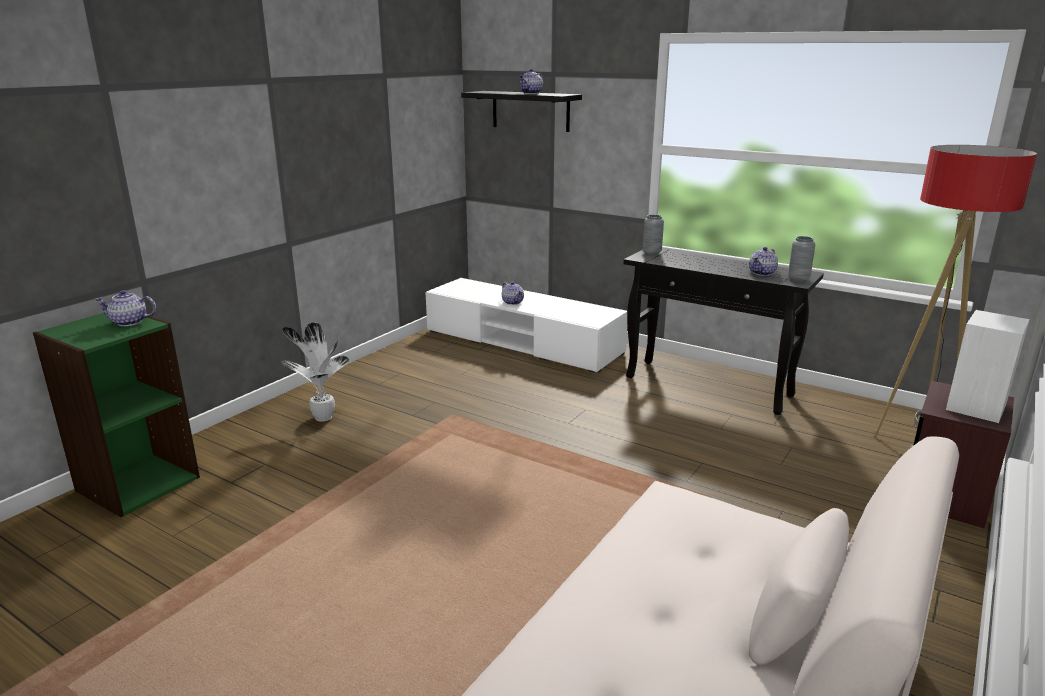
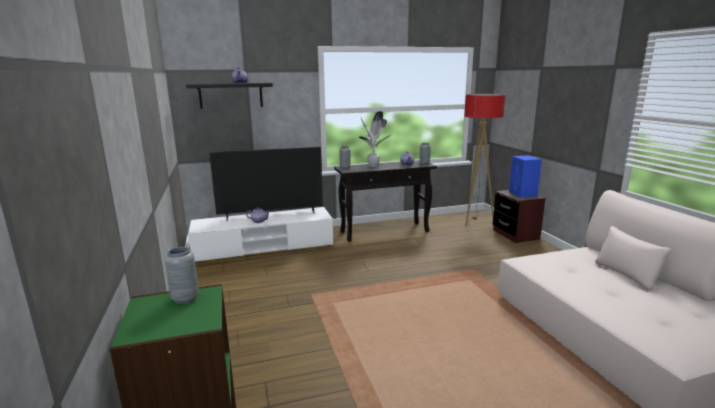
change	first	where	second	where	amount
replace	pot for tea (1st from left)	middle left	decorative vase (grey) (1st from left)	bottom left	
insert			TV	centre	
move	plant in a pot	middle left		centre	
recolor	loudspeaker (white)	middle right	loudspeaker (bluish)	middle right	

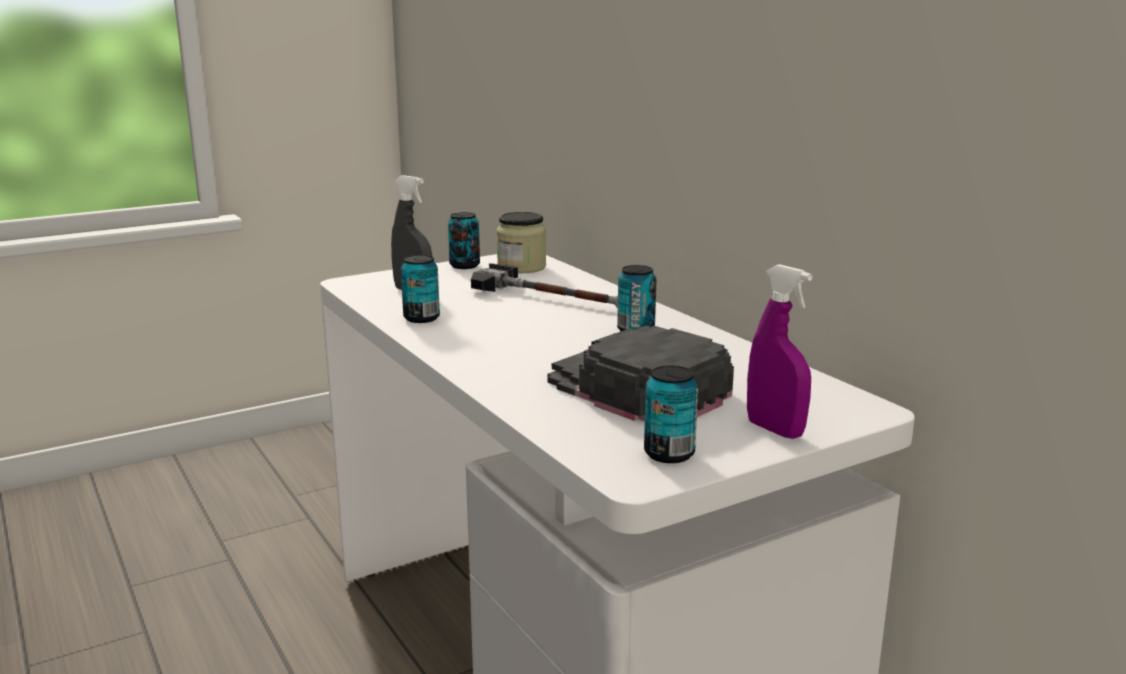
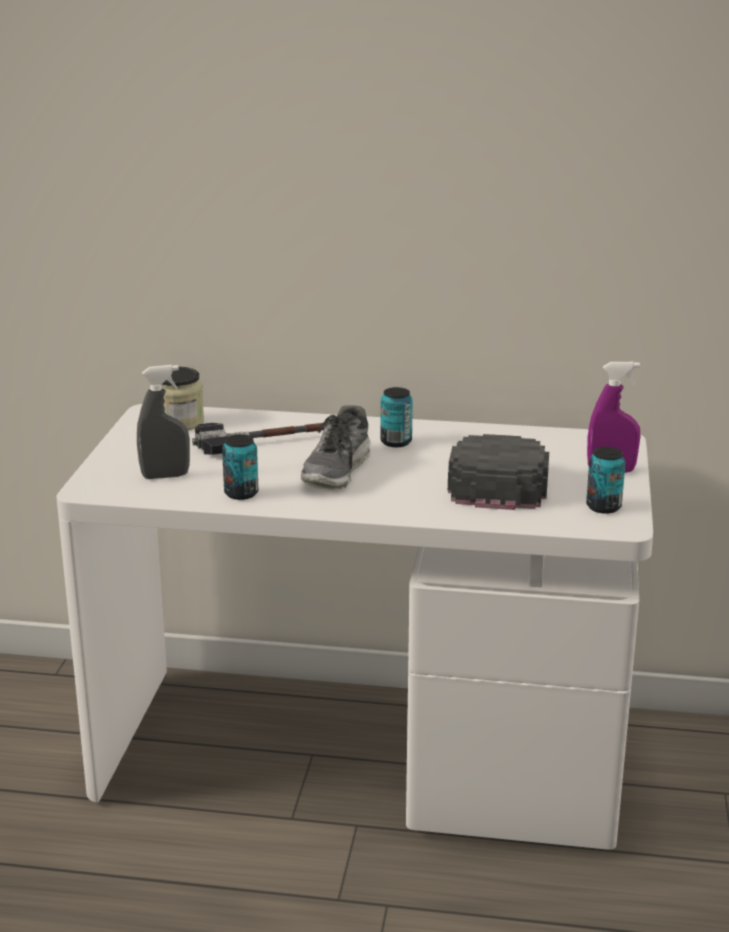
change	first	where	second	where	amount
insert			low shoe	centre	
rotate	baseball cap (black-coloured)	centre		middle right	105 degrees clockwise
delete	metal can (2nd from left)	centre			

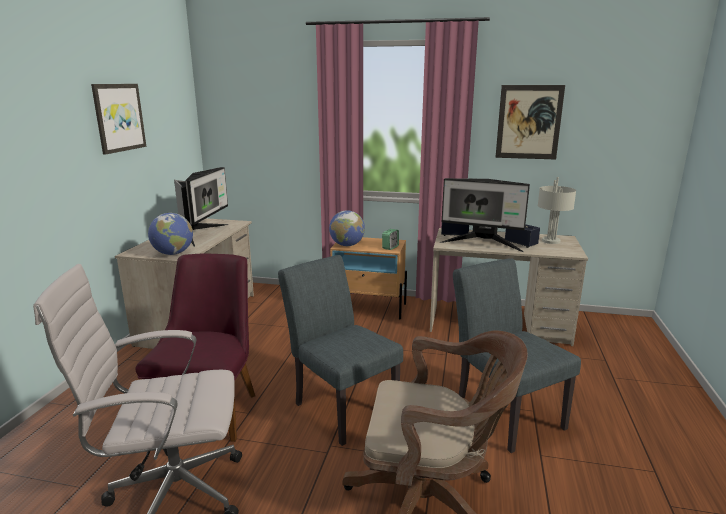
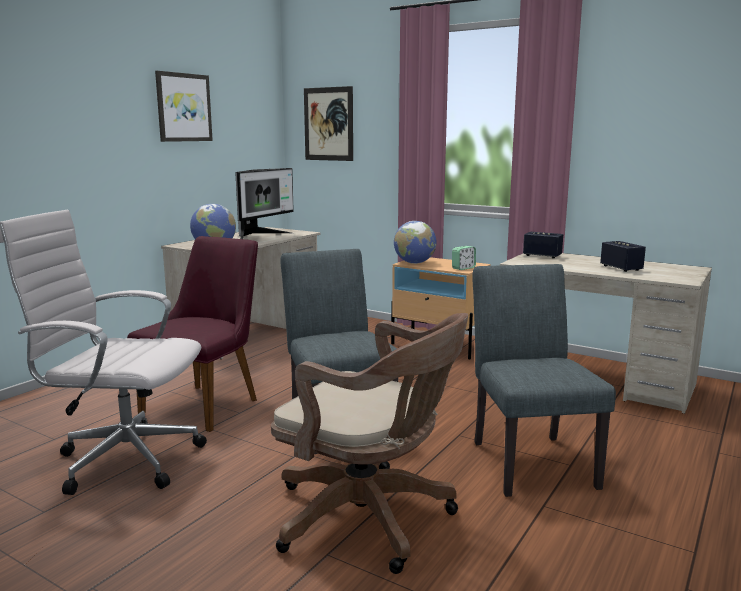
change	first	where	second	where	amount
move	picture (2nd from left)	top right		top centre	
delete	monitor (2nd from left)	middle right			
delete	lamp for a table (grey)	middle right			

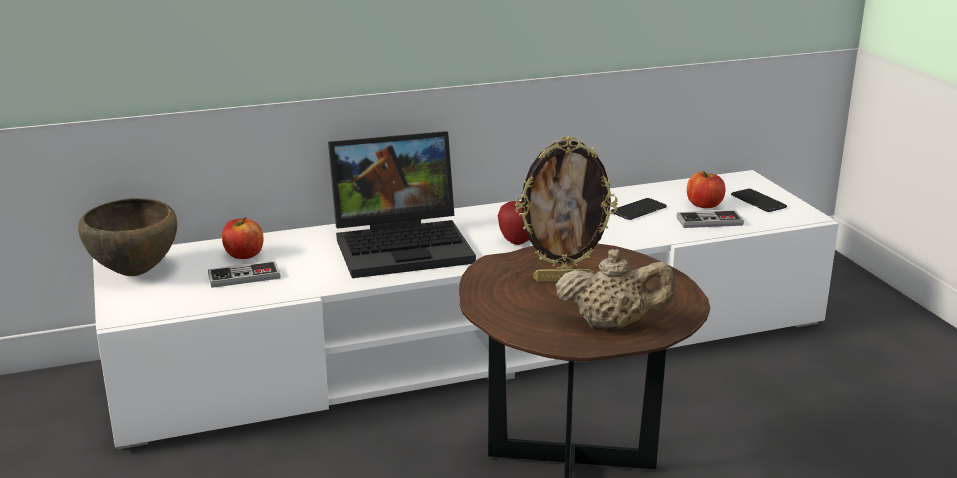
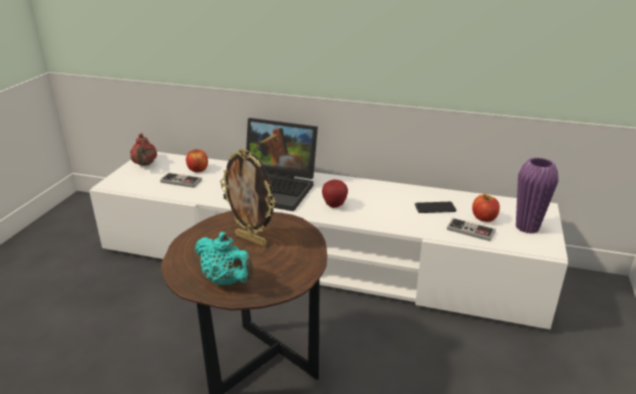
change	first	where	second	where	amount
replace	serving bowl (brownish)	middle left	pot for tea (red)	middle left	
recolor	pot for tea (sand-coloured)	centre	pot for tea (turquoise-coloured)	centre	
replace	phone (2nd from left)	middle right	decorative vase (purplish)	middle right	

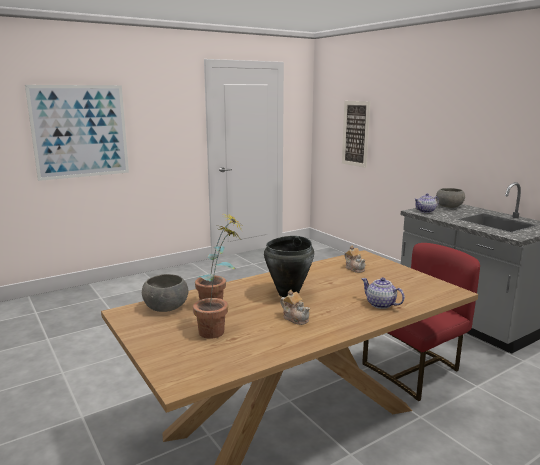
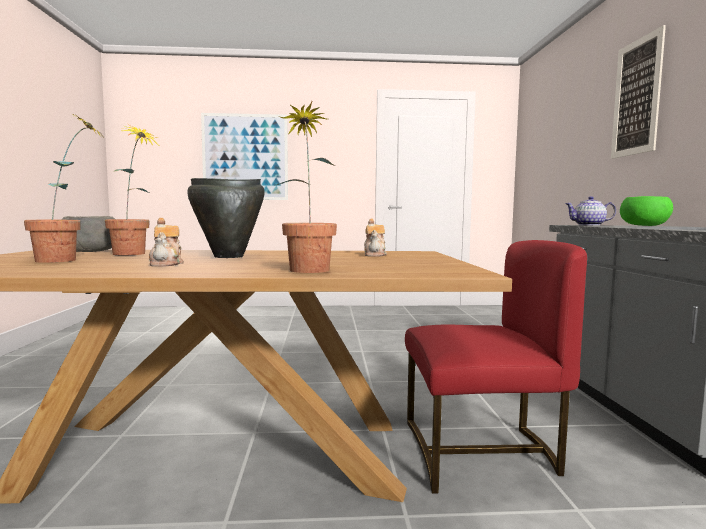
change	first	where	second	where	amount
replace	pot for tea (3rd from left)	middle right	plant in a pot (3rd from left)	centre	
move	picture (2nd from left)	top centre		top right	
recolor	serving bowl (grey) (2nd from left)	middle right	serving bowl (greenish)	middle right	

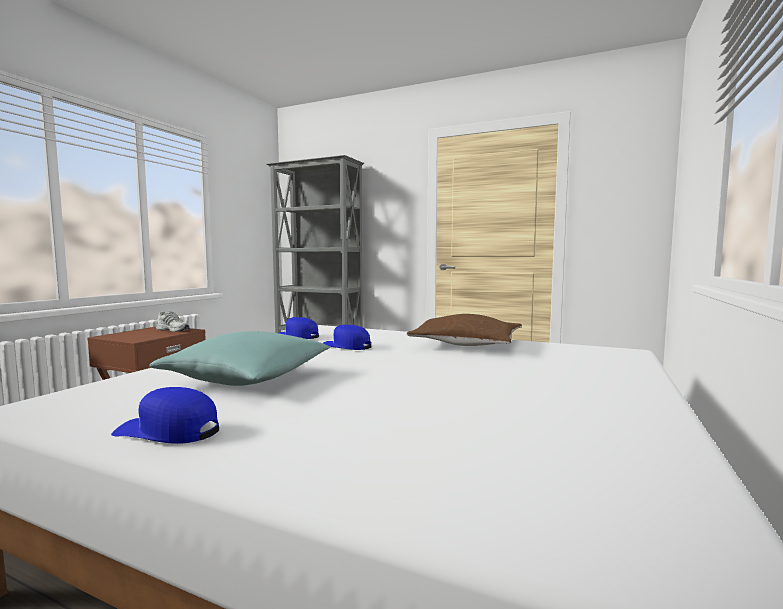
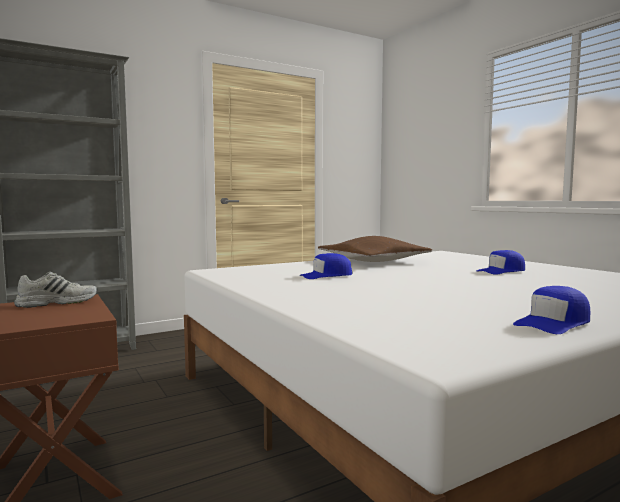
change	first	where	second	where	amount
move	baseball cap (bluish) (2nd from left)	centre		middle right	
delete	cushion (turquoise-coloured)	middle left			

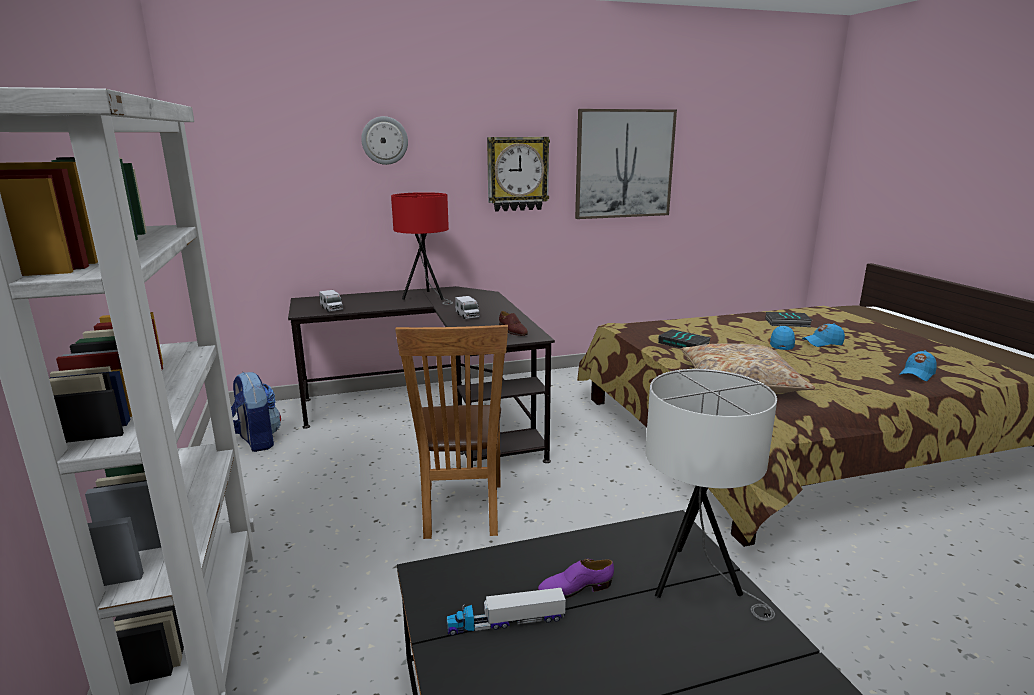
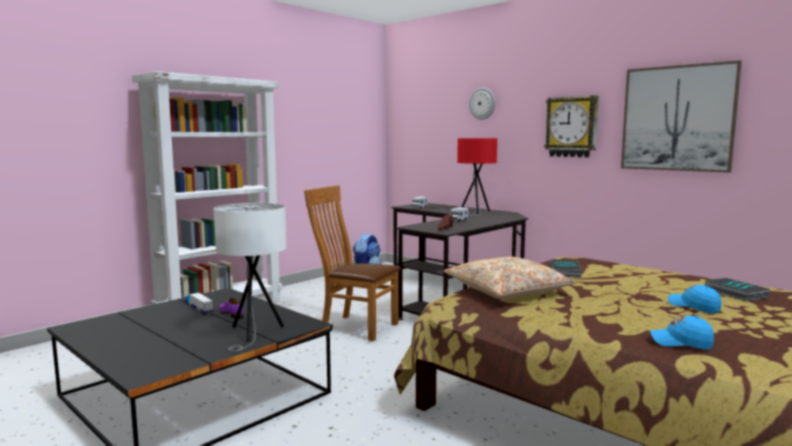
change	first	where	second	where	amount
rotate	chair (brownish)	centre		centre	60 degrees clockwise
delete	baseball cap (bluish) (1st from left)	middle right			

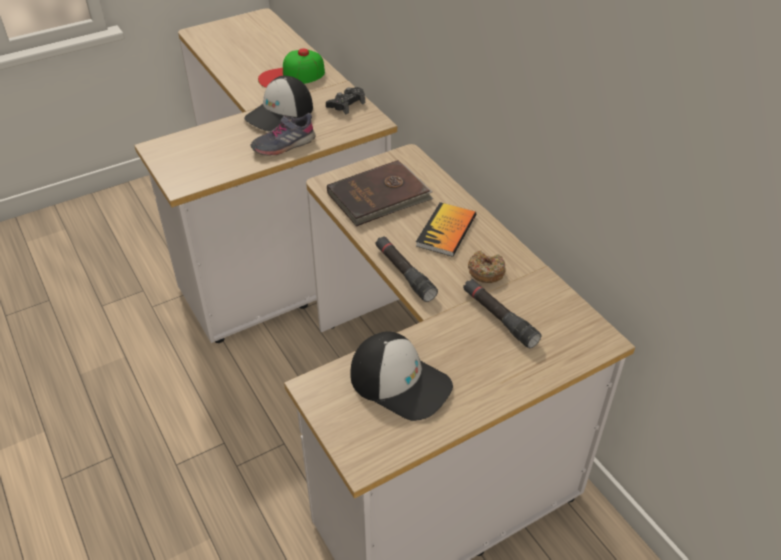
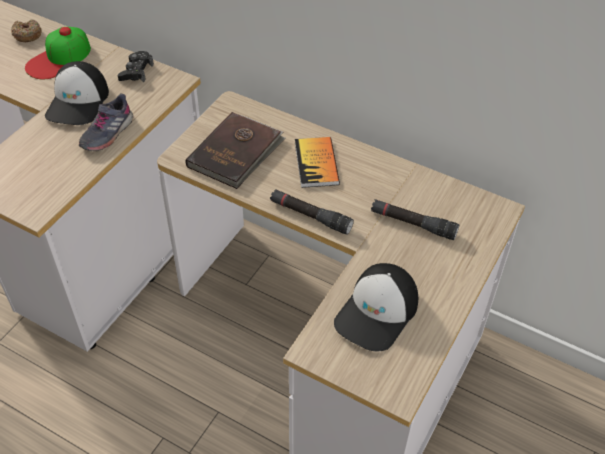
change	first	where	second	where	amount
move	donut	centre		top left	
rotate	baseball cap (3rd from left)	bottom centre		bottom centre	120 degrees clockwise

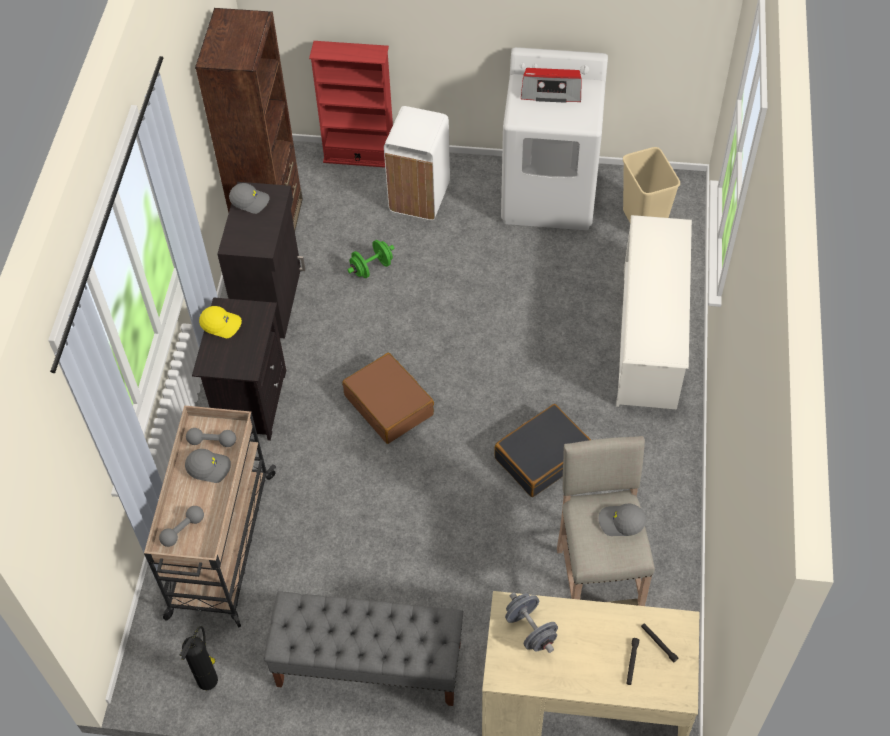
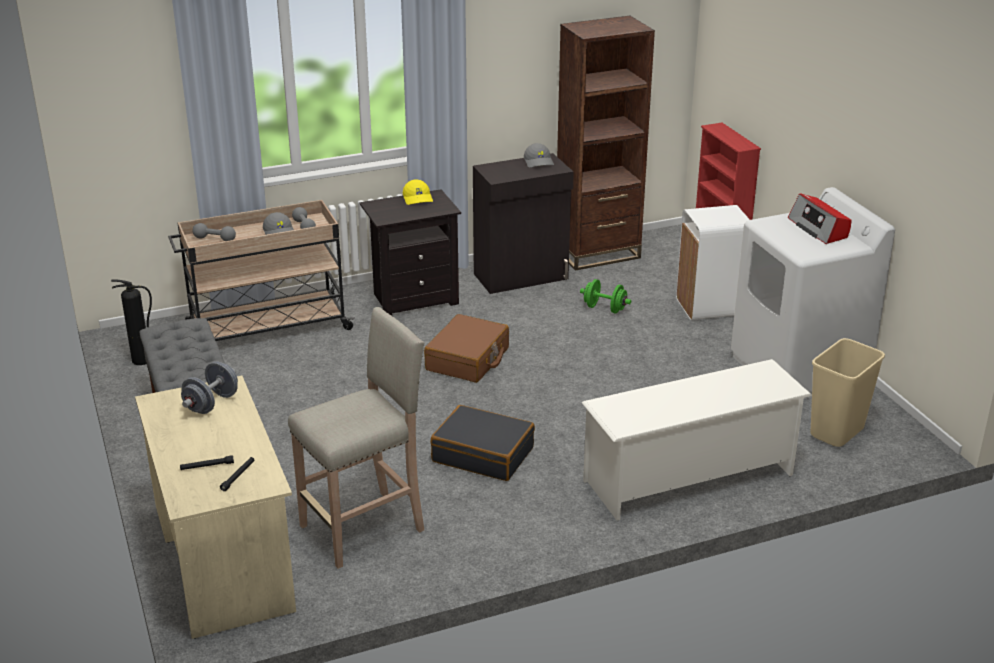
change	first	where	second	where	amount
delete	baseball cap (grey) (3rd from left)	bottom right			

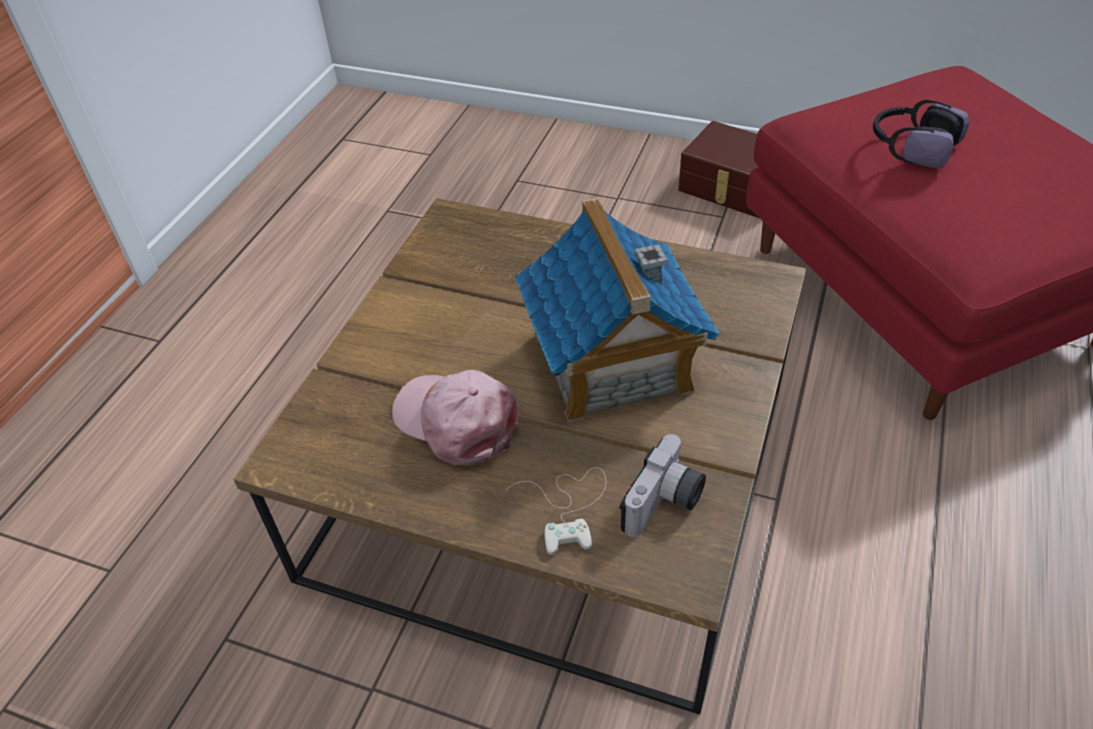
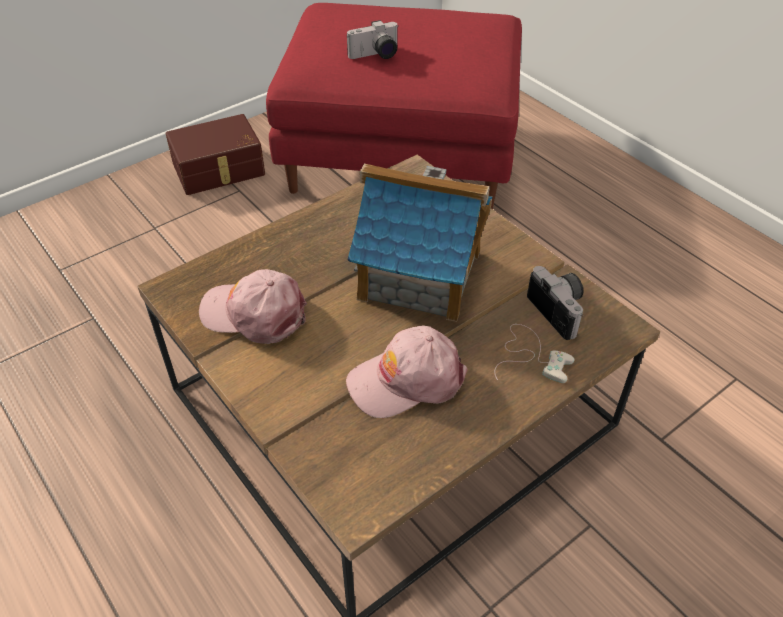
change	first	where	second	where	amount
insert			baseball cap (pinkish) (1st from left)	middle left	
replace	headphones	top right	still camera (1st from left)	top centre	

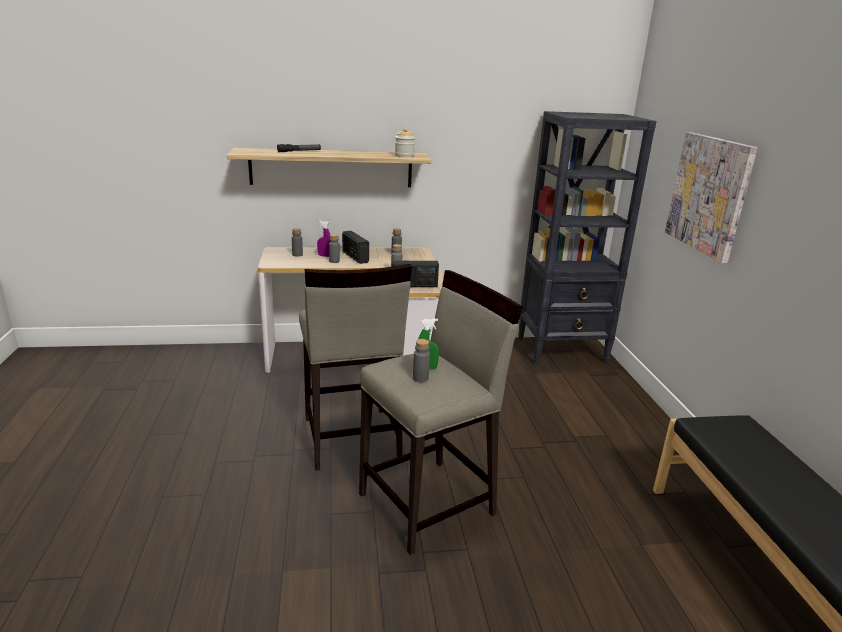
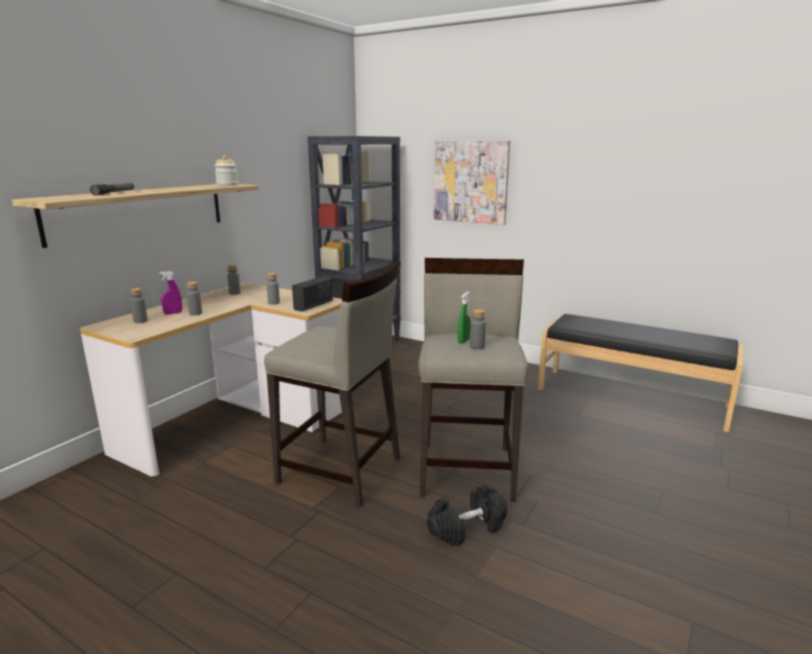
change	first	where	second	where	amount
insert			free weight (black-coloured)	bottom centre	
delete	radio set (1st from left)	centre			

